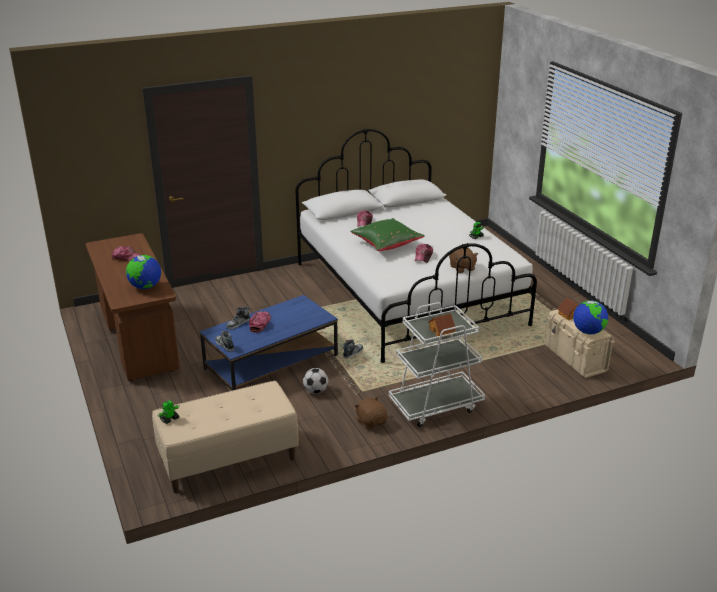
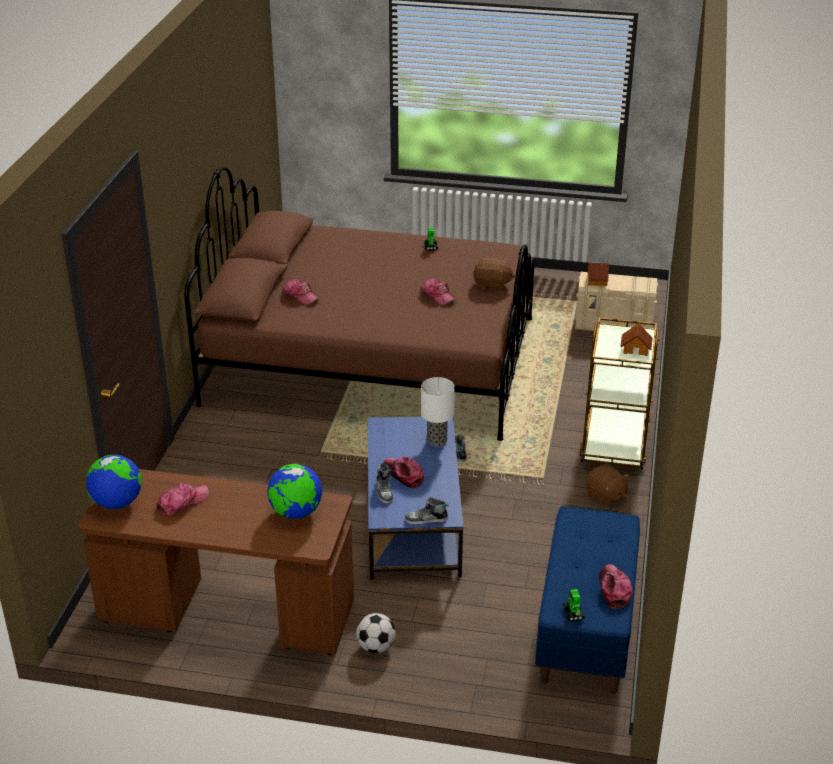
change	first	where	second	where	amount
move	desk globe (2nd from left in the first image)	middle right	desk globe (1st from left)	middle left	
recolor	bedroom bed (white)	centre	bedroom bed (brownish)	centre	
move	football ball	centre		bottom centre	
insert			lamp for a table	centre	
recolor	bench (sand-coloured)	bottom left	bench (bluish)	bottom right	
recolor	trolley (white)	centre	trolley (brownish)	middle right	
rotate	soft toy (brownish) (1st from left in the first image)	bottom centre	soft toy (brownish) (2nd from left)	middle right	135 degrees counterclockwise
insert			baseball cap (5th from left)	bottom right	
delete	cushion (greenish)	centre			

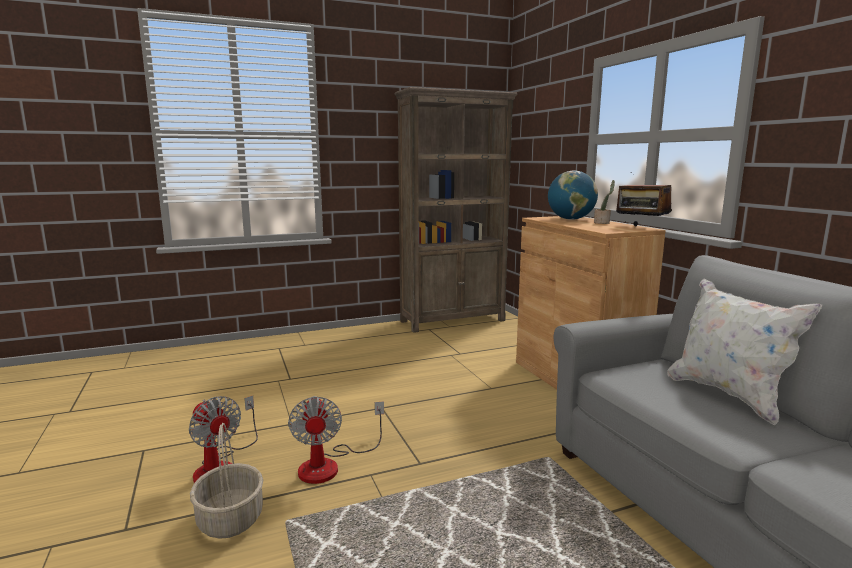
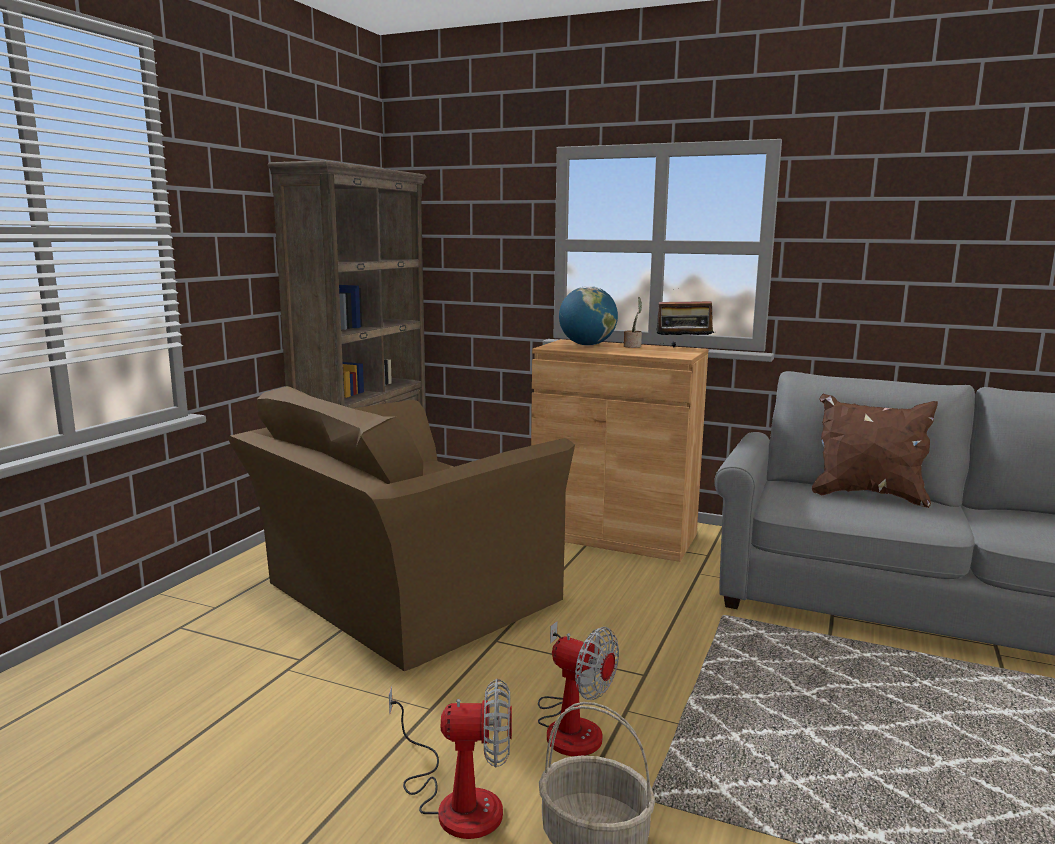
change	first	where	second	where	amount
insert			armchair (brownish)	centre	
recolor	cushion (white)	middle right	cushion (brownish)	middle right	

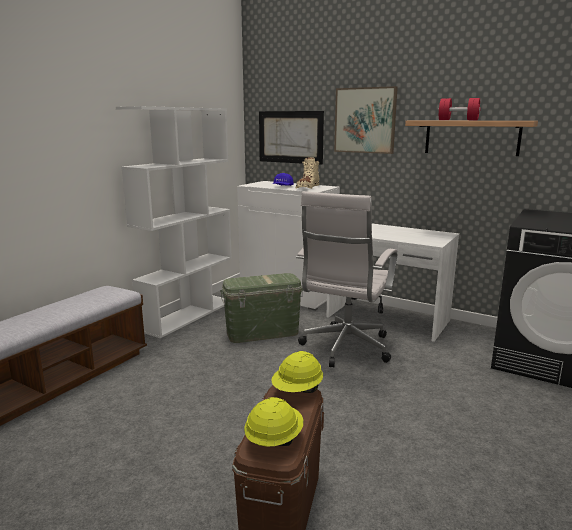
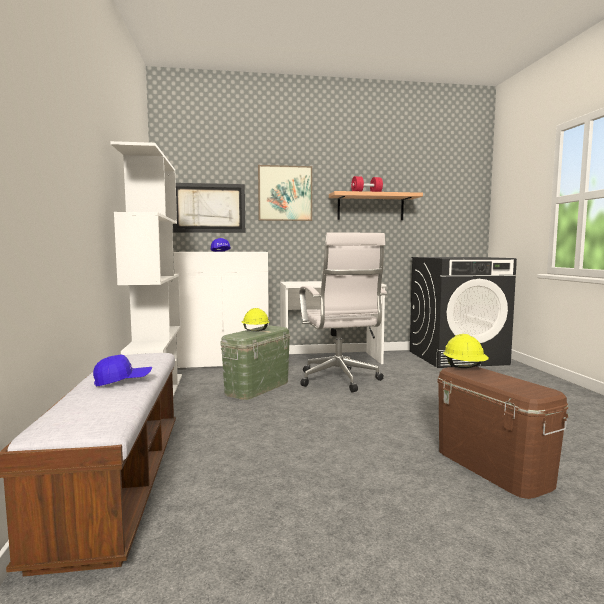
change	first	where	second	where	amount
insert			baseball cap (bluish) (1st from left)	middle left	
move	hard hat (yellow-coloured) (1st from left)	bottom centre		centre	
delete	high-top boot (sand-coloured)	top centre			

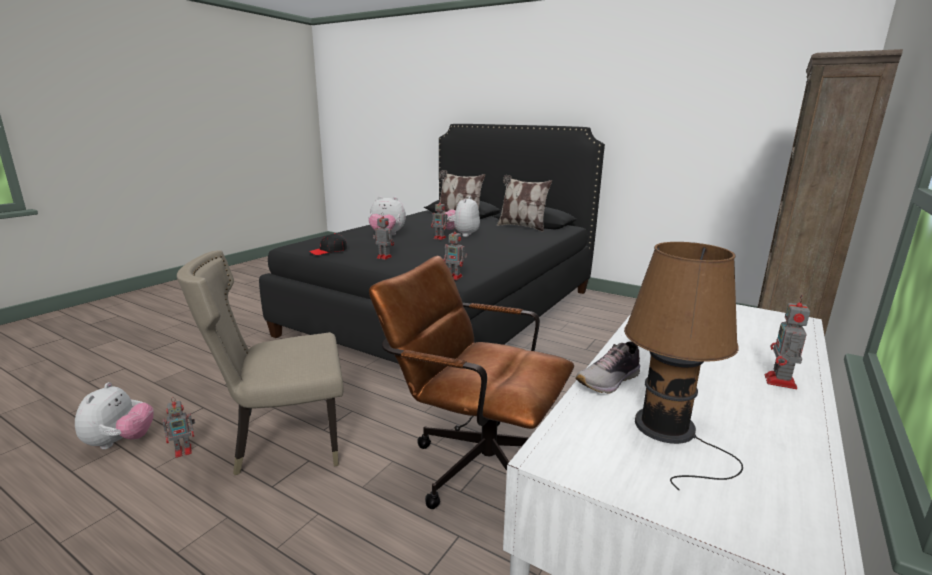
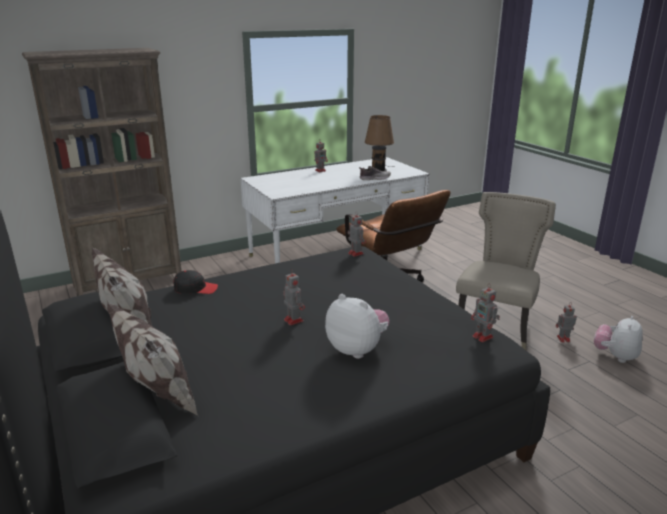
change	first	where	second	where	amount
move	baseball cap (black-coloured)	centre		middle left	
rotate	chair (sand-coloured)	middle left		middle right	75 degrees counterclockwise
move	model robot (2nd from left in the first image)	centre	model robot (4th from left)	middle right	
delete	soft toy (3rd from left)	centre			

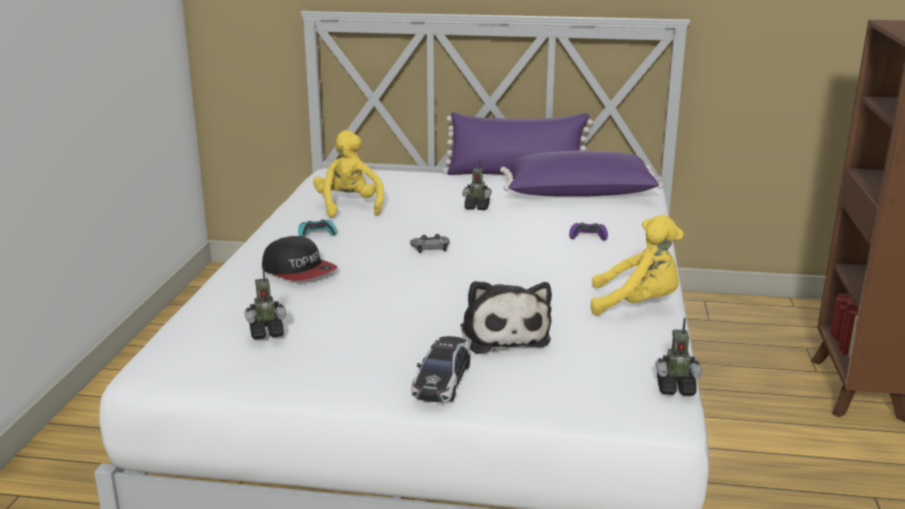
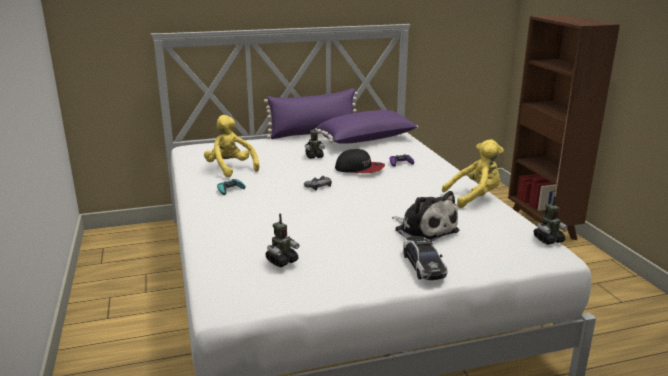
change	first	where	second	where	amount
move	baseball cap	middle left		centre	

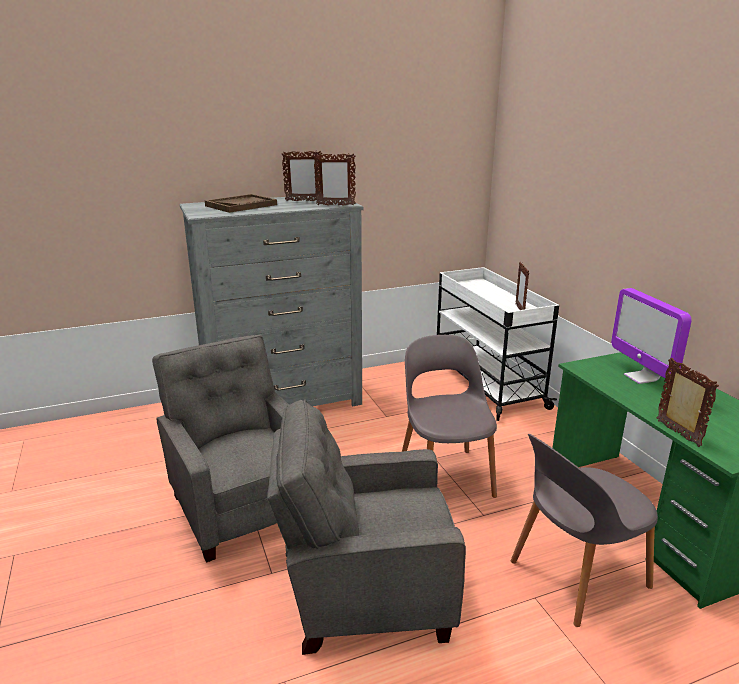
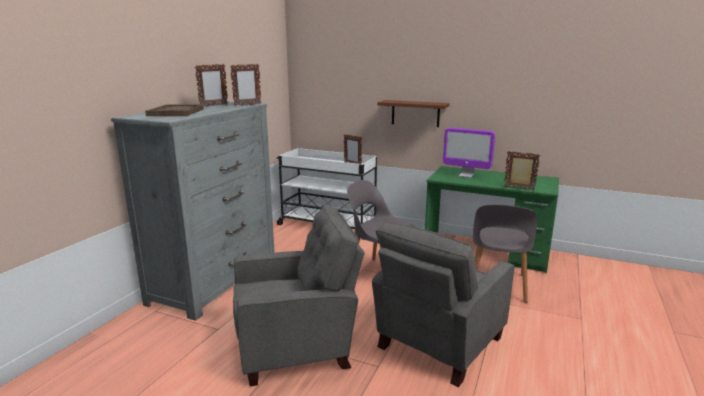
change	first	where	second	where	amount
rotate	armchair (grey) (1st from left)	middle left		bottom centre	150 degrees clockwise
insert			wall shelf (brownish)	top centre	

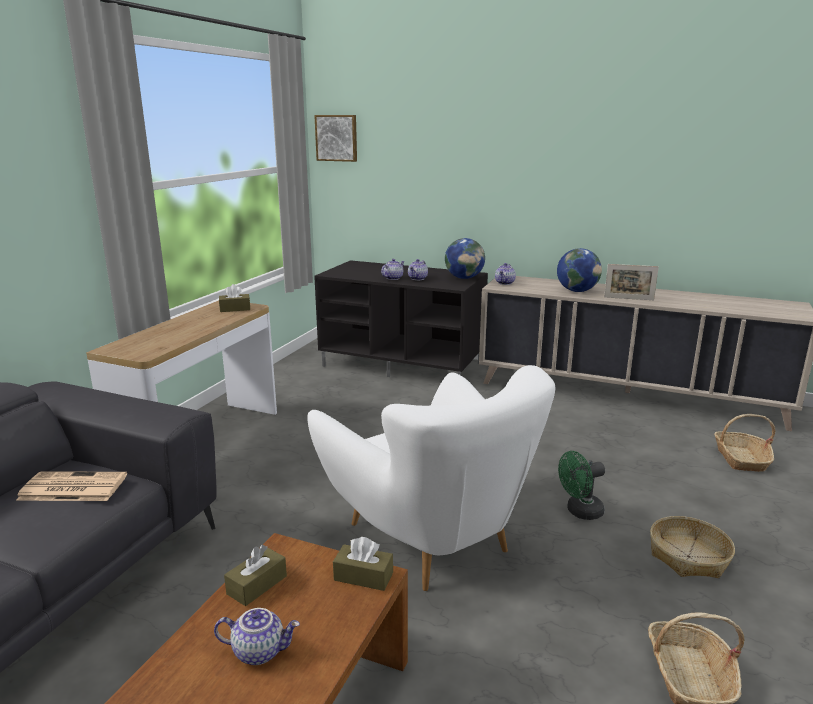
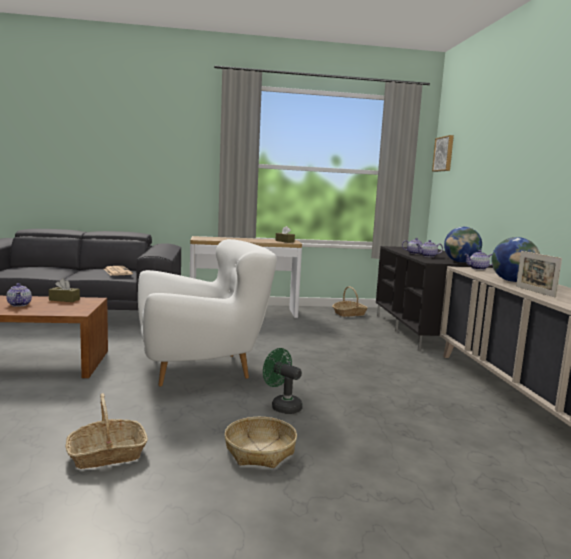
change	first	where	second	where	amount
rotate	armchair (white)	bottom centre		centre	135 degrees counterclockwise
move	basket (3rd from left)	middle right		centre	
delete	box of tissues (brownish) (3rd from left)	bottom centre			

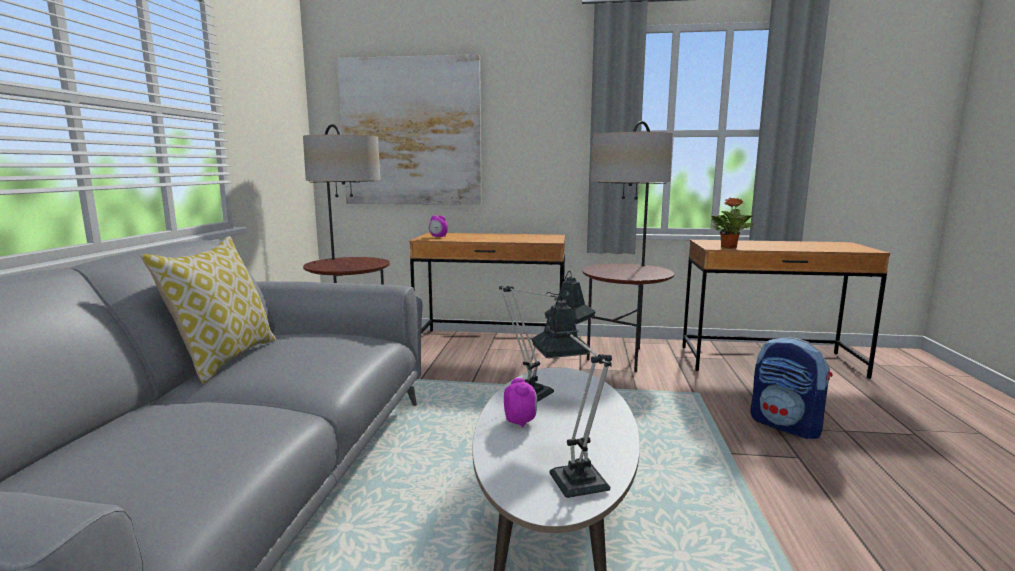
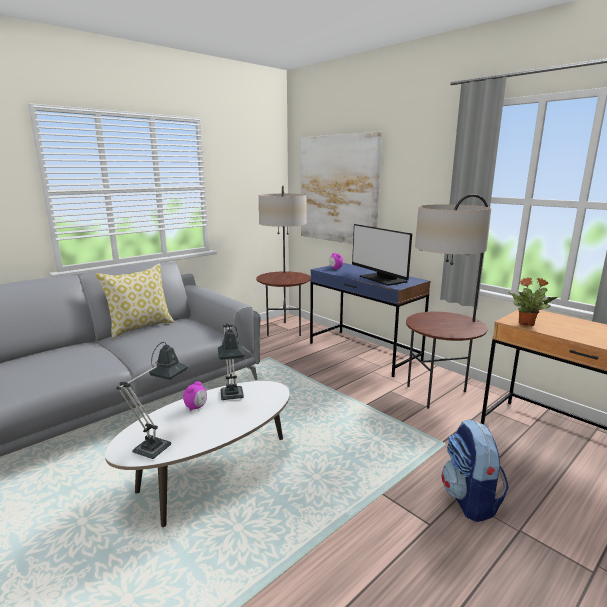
change	first	where	second	where	amount
recolor	desk unit (brownish) (1st from left)	centre	desk unit (bluish)	centre	
insert			monitor	centre	

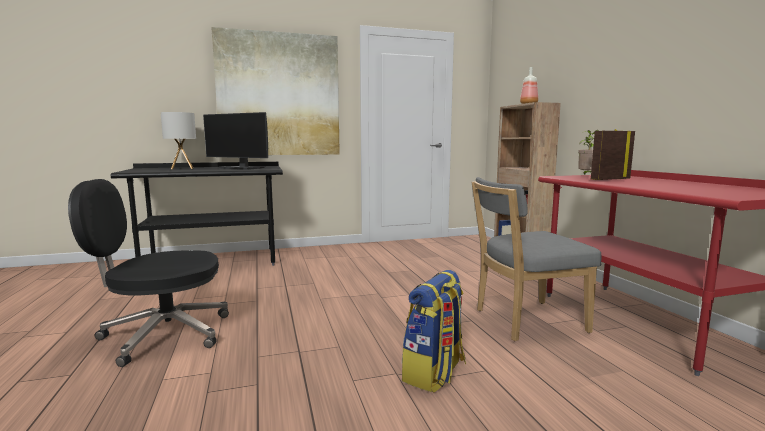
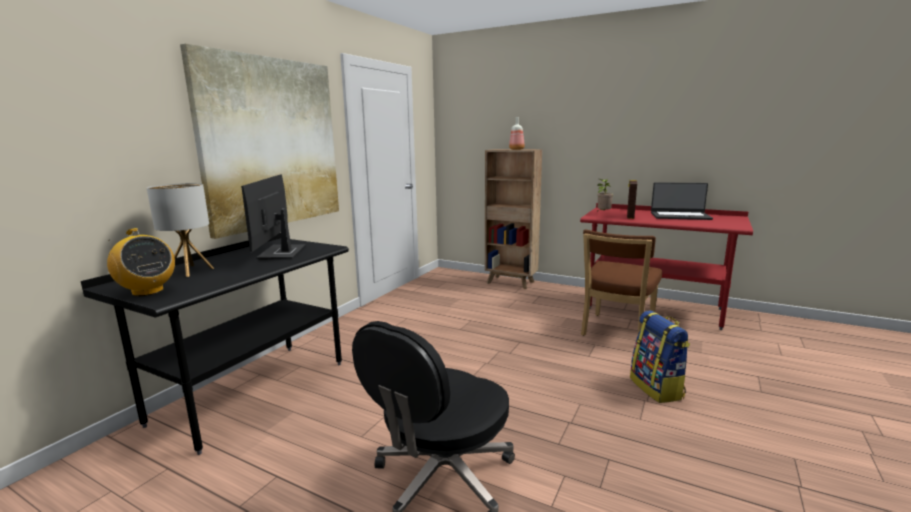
change	first	where	second	where	amount
insert			radio set	middle left	
rotate	monitor	top left		middle left	105 degrees clockwise
recolor	chair (grey)	middle right	chair (brownish)	middle right	
insert			notebook computer	middle right	

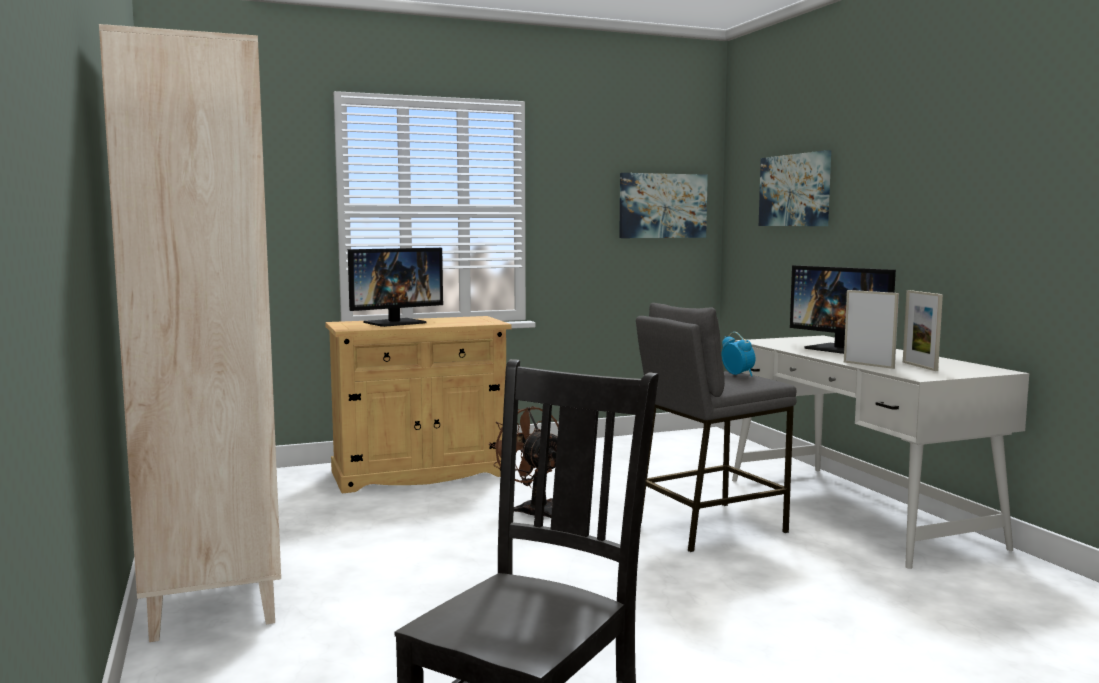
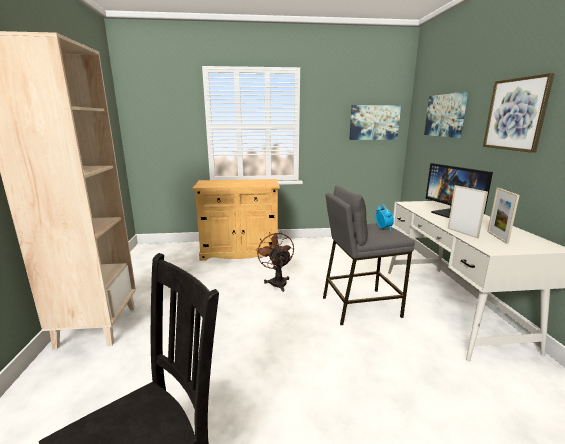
change	first	where	second	where	amount
insert			picture (3rd from left)	top right	
delete	monitor (1st from left)	centre			

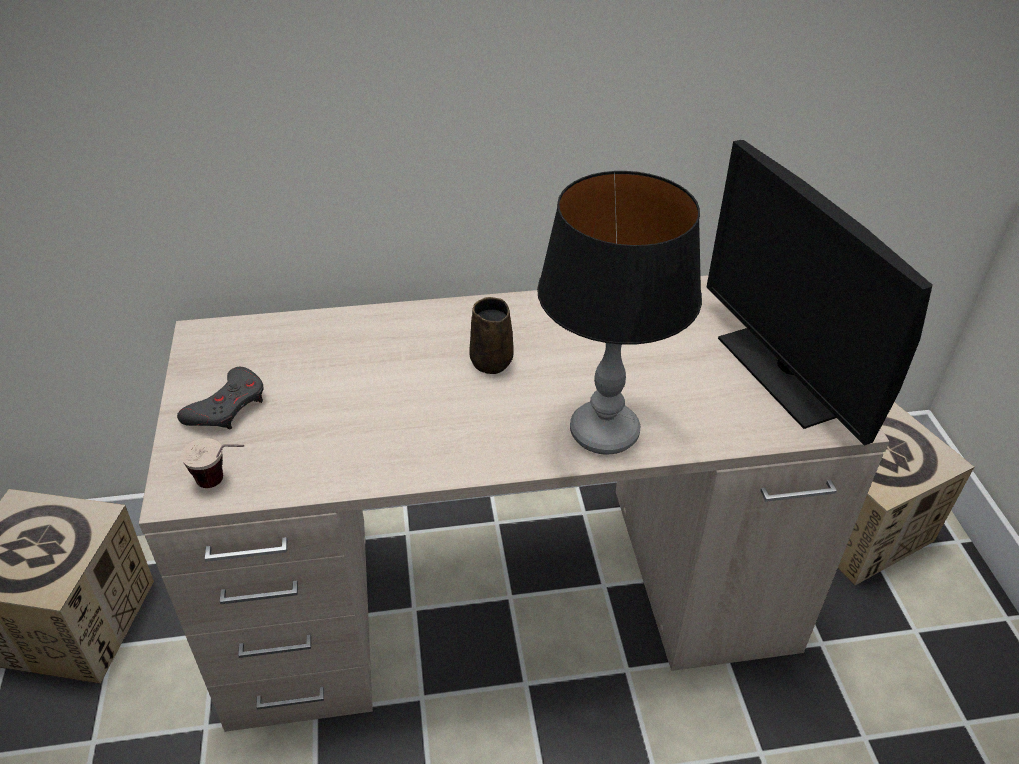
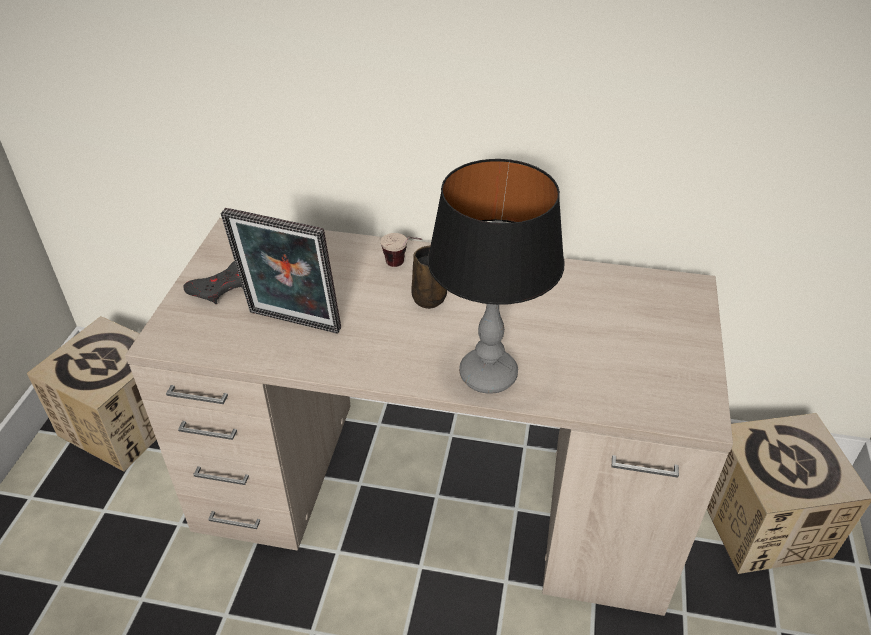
change	first	where	second	where	amount
insert			photo frame	middle left	
move	small cup	middle left		centre	
delete	monitor	middle right			

